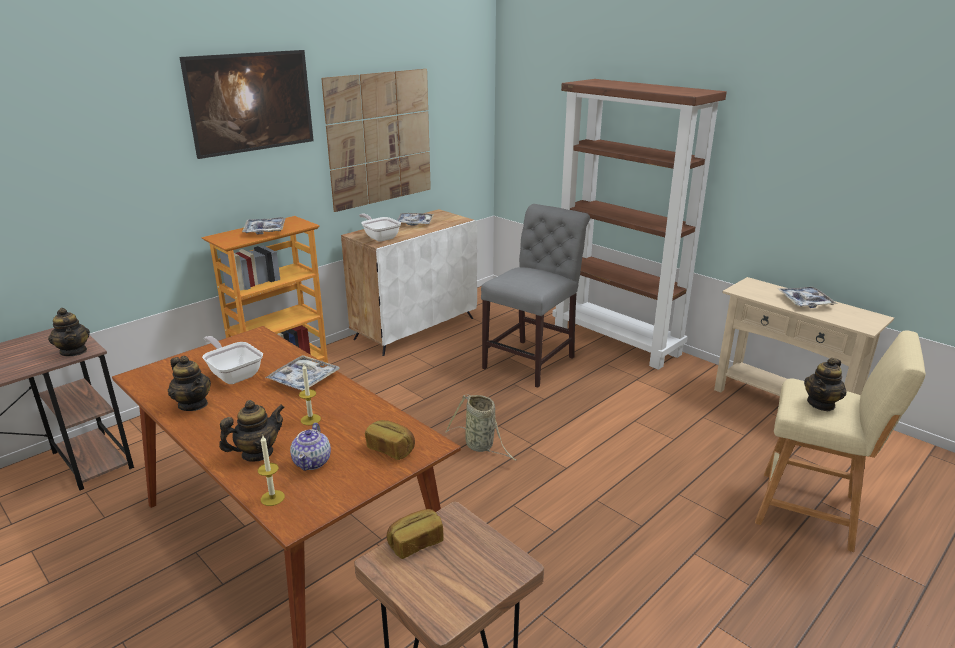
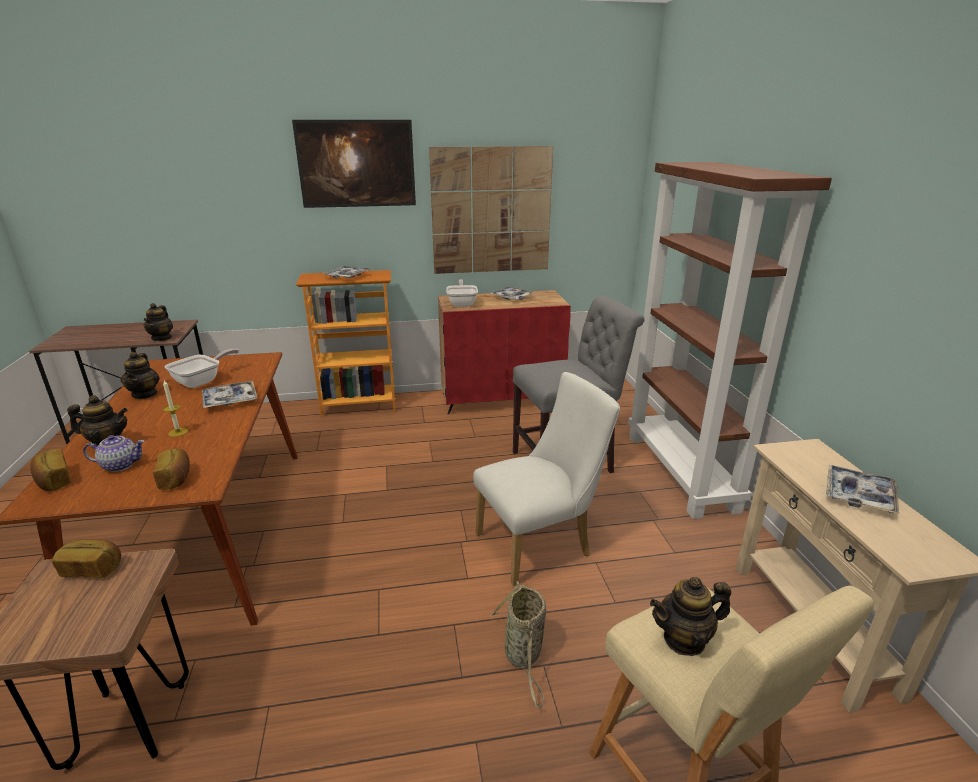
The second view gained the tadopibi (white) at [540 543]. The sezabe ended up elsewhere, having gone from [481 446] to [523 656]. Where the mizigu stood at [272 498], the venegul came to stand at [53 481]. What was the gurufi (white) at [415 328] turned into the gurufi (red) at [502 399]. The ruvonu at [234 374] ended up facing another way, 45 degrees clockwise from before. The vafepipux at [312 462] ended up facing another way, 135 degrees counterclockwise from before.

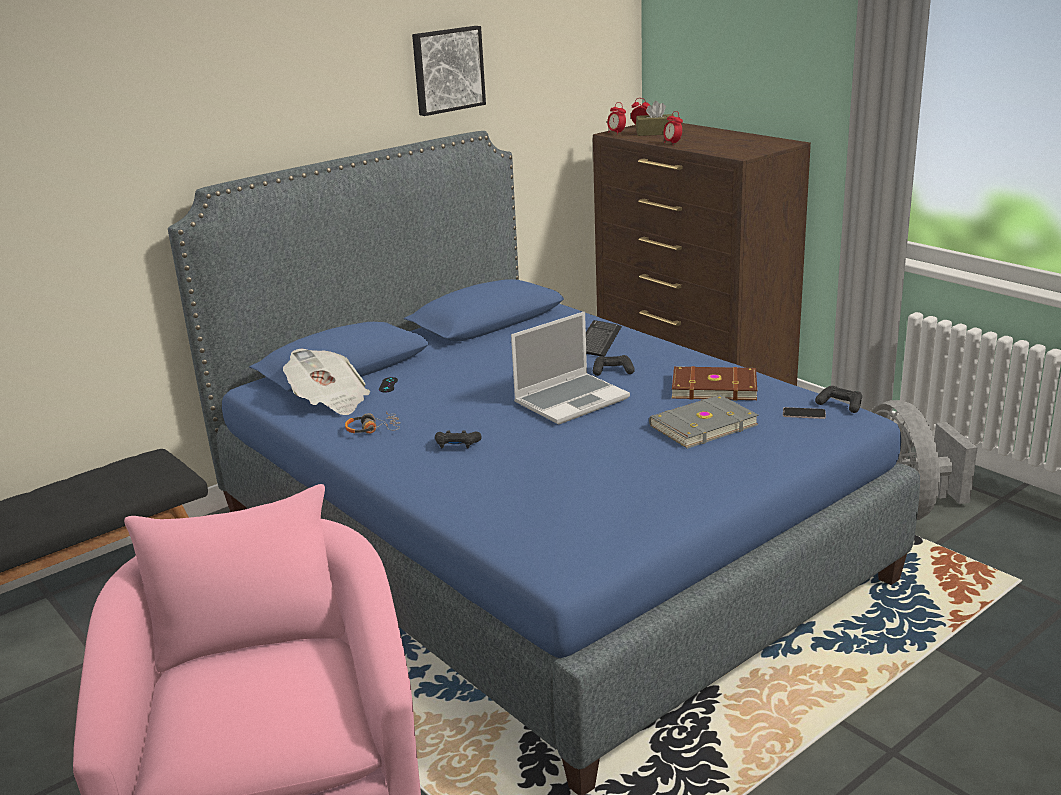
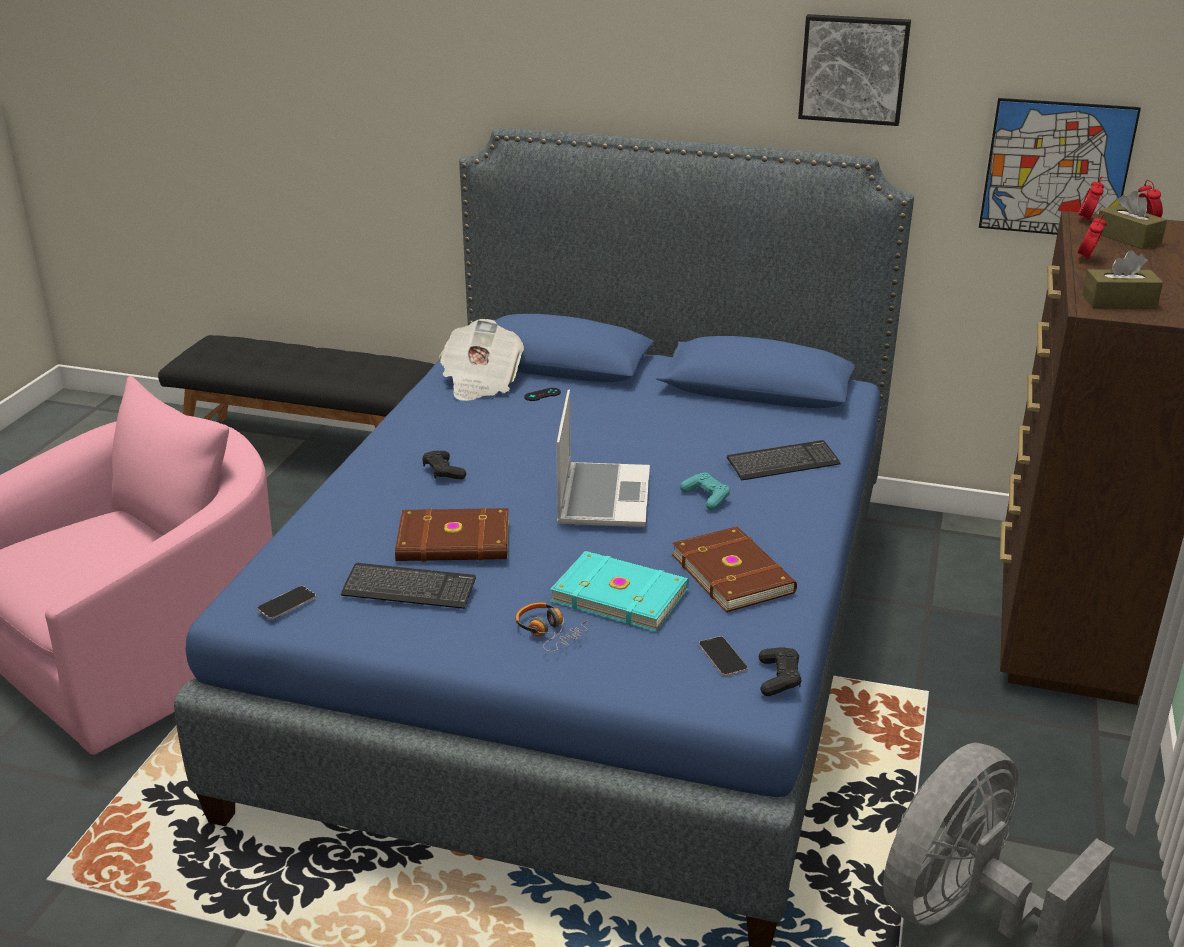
The second view gained the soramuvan at [287 603]. The second view gained the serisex at [409 589]. The second view gained the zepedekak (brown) at [454 542]. The second view gained the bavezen at [1056 169]. The second view gained the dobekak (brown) at [1119 302]. The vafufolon ended up elsewhere, having gone from [373 429] to [549 632]. What was the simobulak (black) at [613 371] turned into the simobulak (turquoise) at [706 497]. What was the zepedekak (grey) at [701 425] turned into the zepedekak (turquoise) at [620 594]. The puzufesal at [571 400] ended up facing another way, 105 degrees counterclockwise from before.

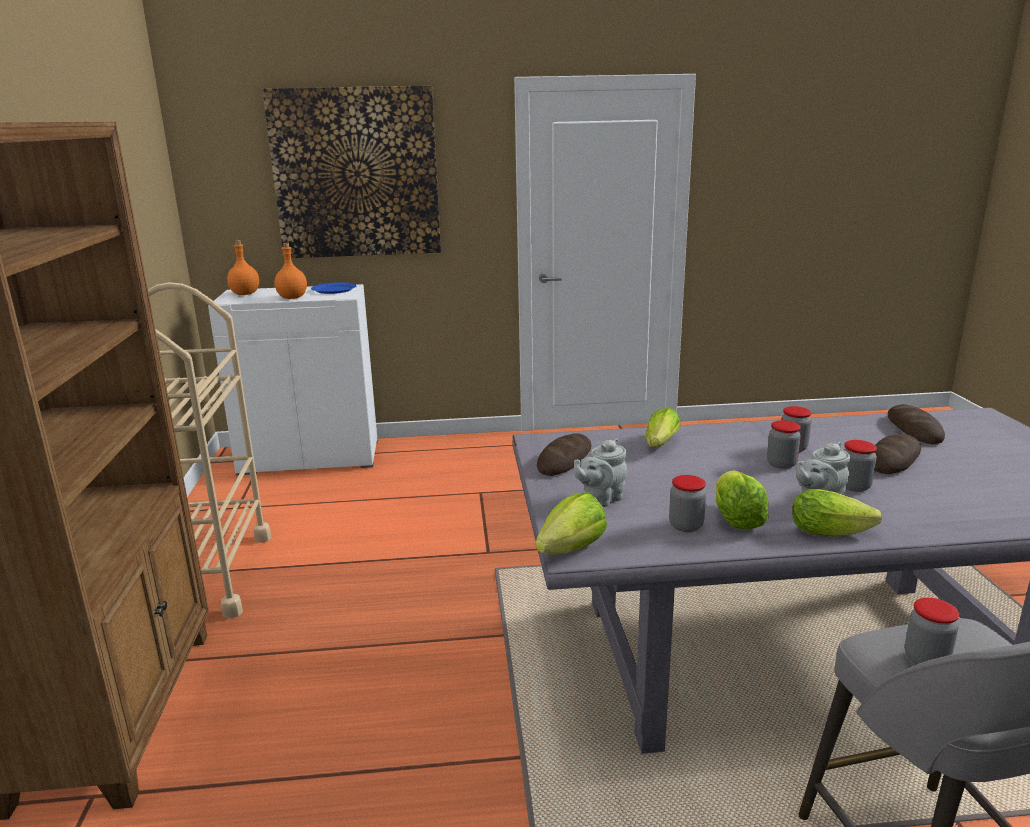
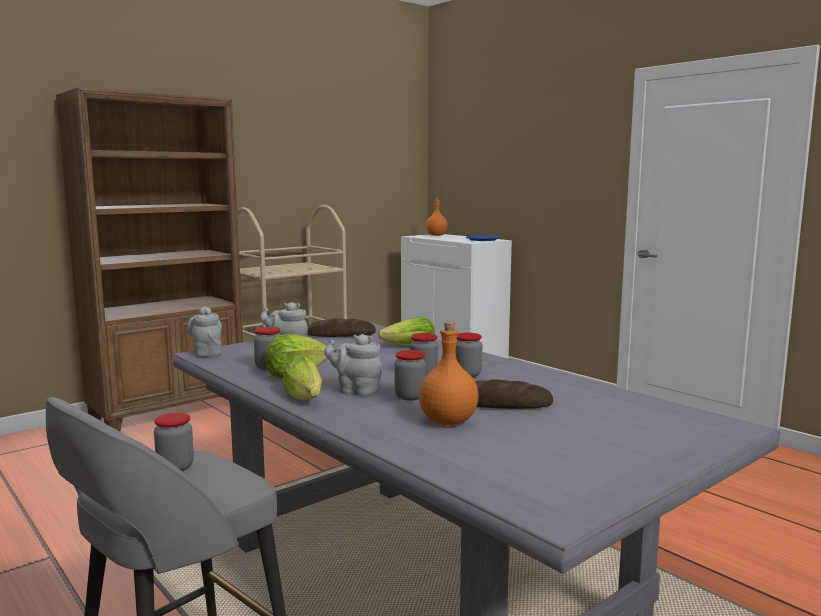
The second view lost the bavezen at [356 173]. The second view lost the venegul at [914 429]. The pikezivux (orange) ended up elsewhere, having gone from [292 297] to [449 421]. Where the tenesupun stood at [572 549], the vafepipux (grey) came to stand at [207 352].

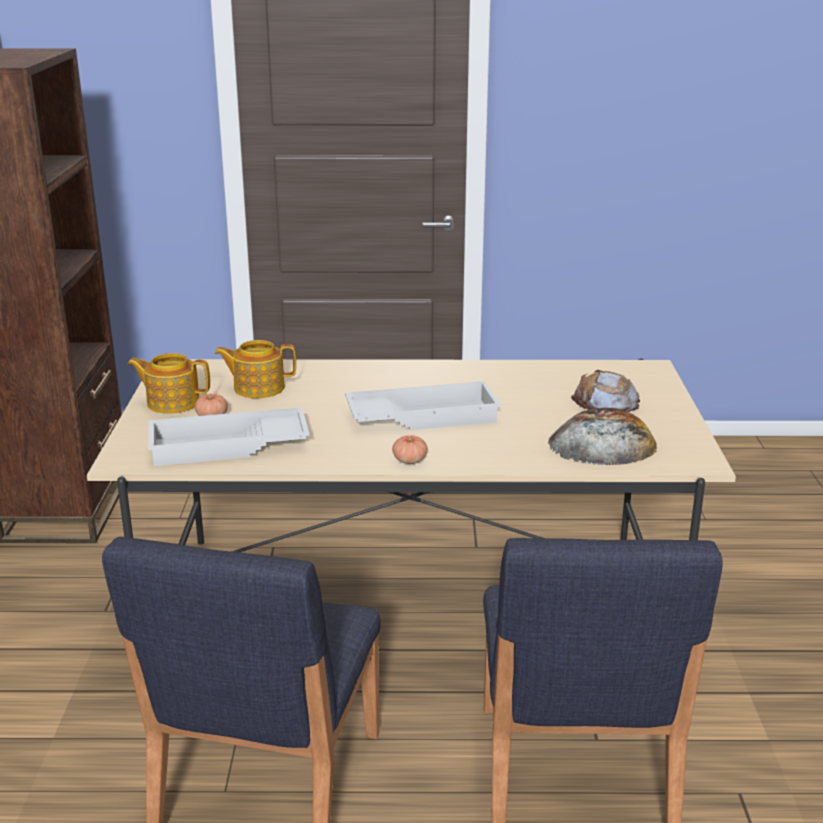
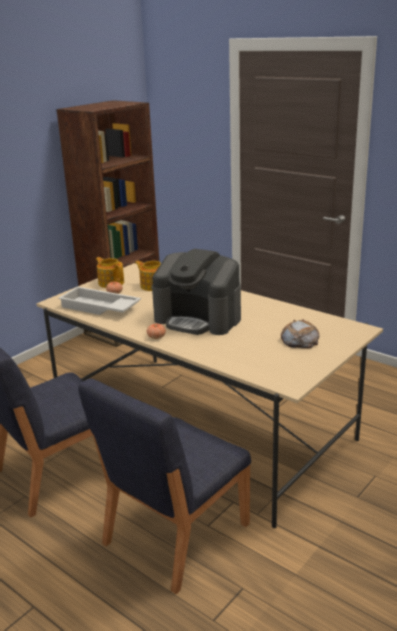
The second view lost the venegul at [603 443]. Where the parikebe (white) stood at [423 416], the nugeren came to stand at [198 319].

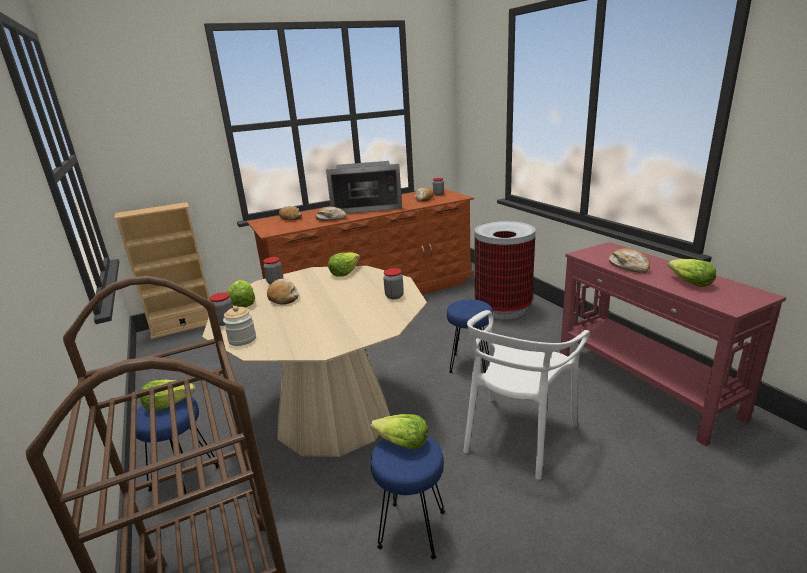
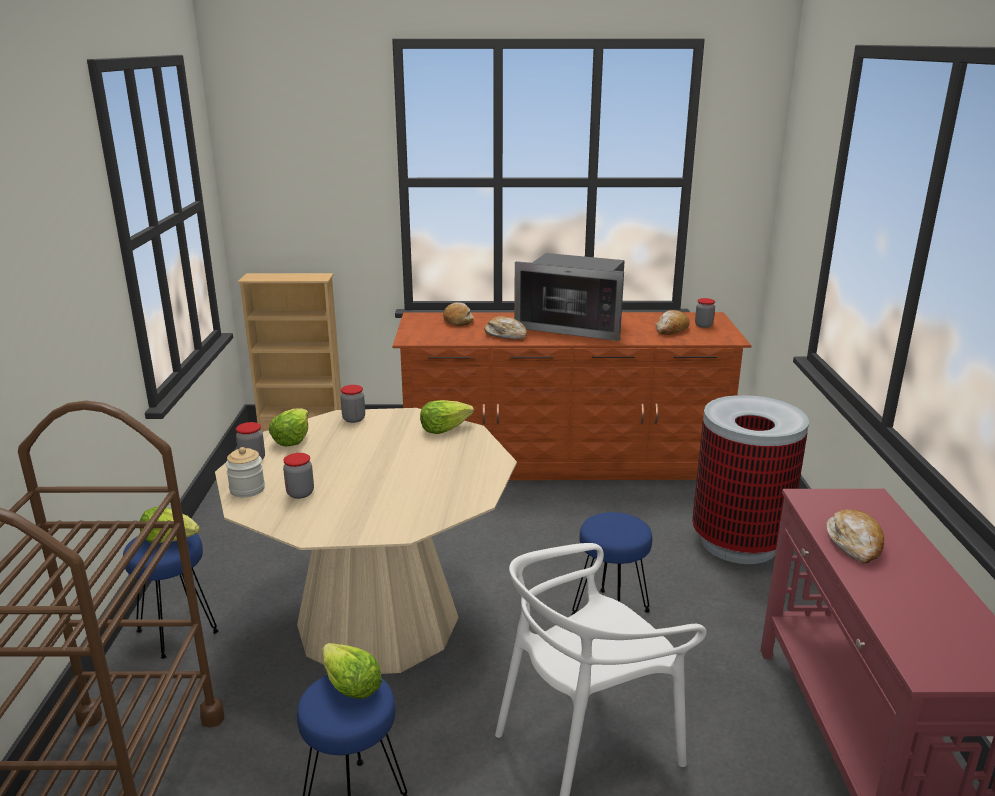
The second view lost the venegul at [283 297]. The second view lost the tenesupun at [689 283]. The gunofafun ended up elsewhere, having gone from [394 296] to [300 493].

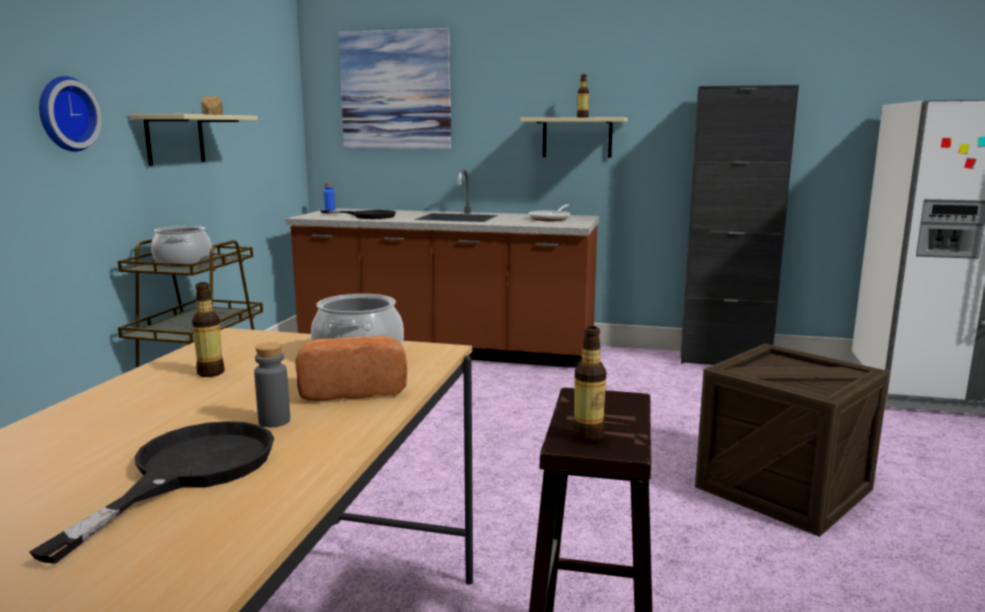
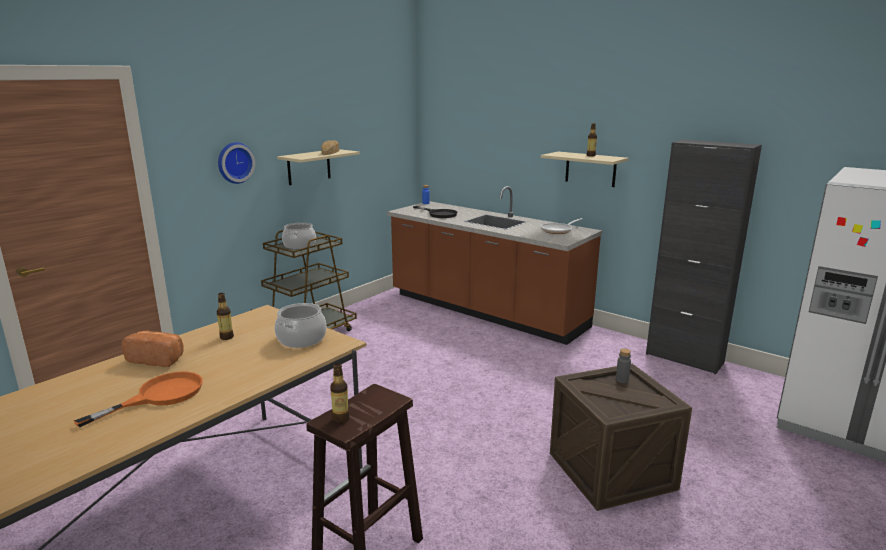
The second view lost the bavezen at [396 91]. The pikezivux (grey) ended up elsewhere, having gone from [274 421] to [622 380]. The venegul ended up elsewhere, having gone from [353 390] to [158 359]. What was the ruvonu (black) at [189 472] turned into the ruvonu (orange) at [159 396].

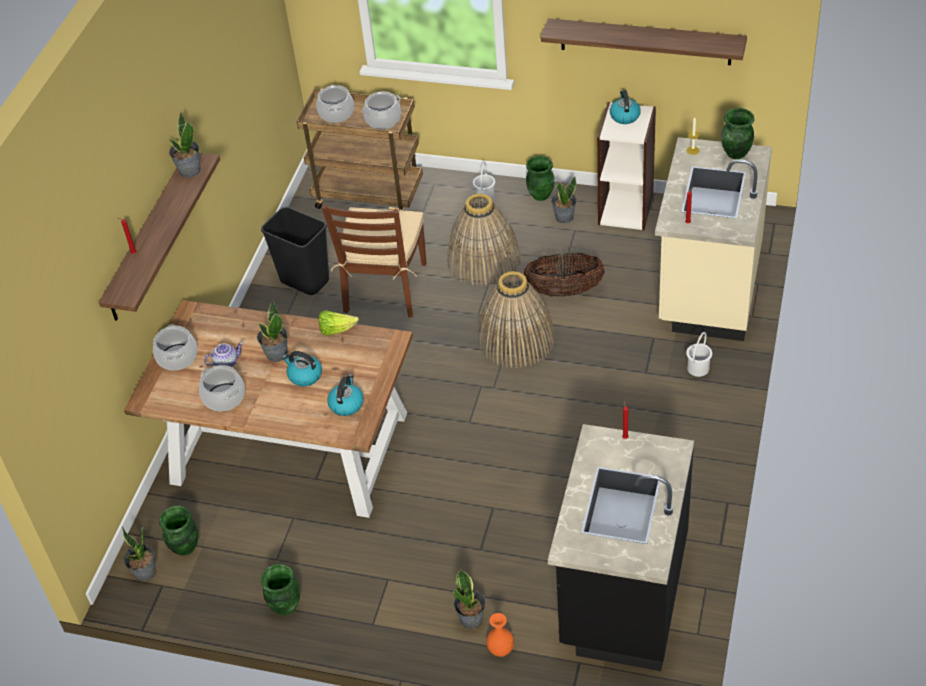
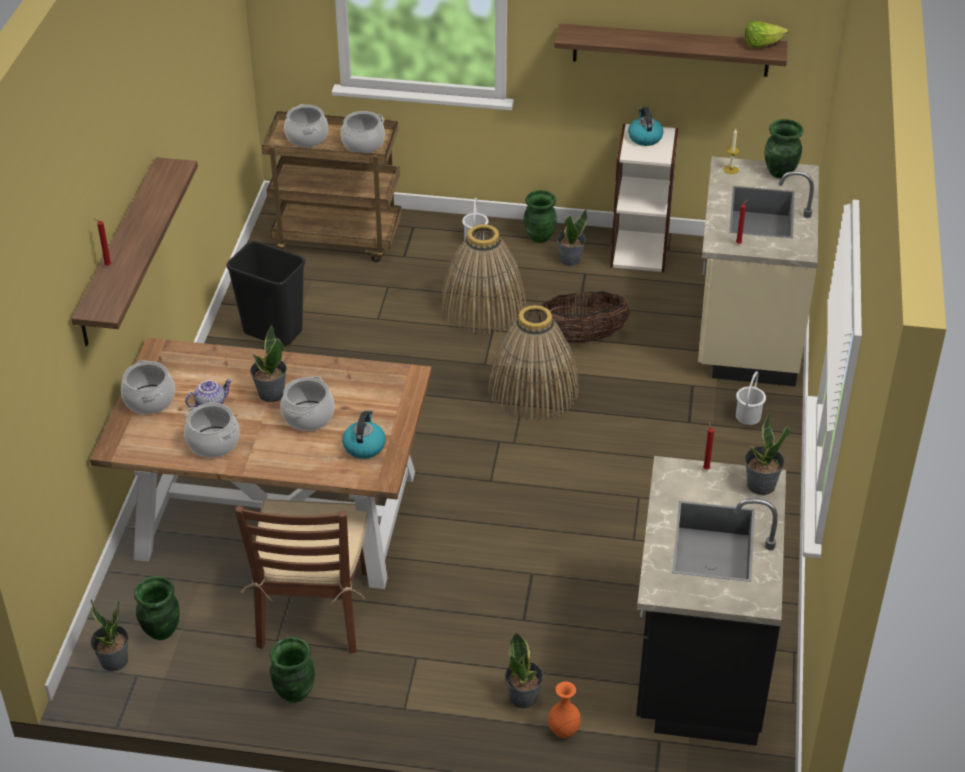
The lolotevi ended up elsewhere, having gone from [189 171] to [760 485]. The tenesupun ended up elsewhere, having gone from [336 330] to [761 44]. The tadopibi (brown) ended up elsewhere, having gone from [385 288] to [313 610]. Where the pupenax stood at [304 376], the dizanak came to stand at [308 416].

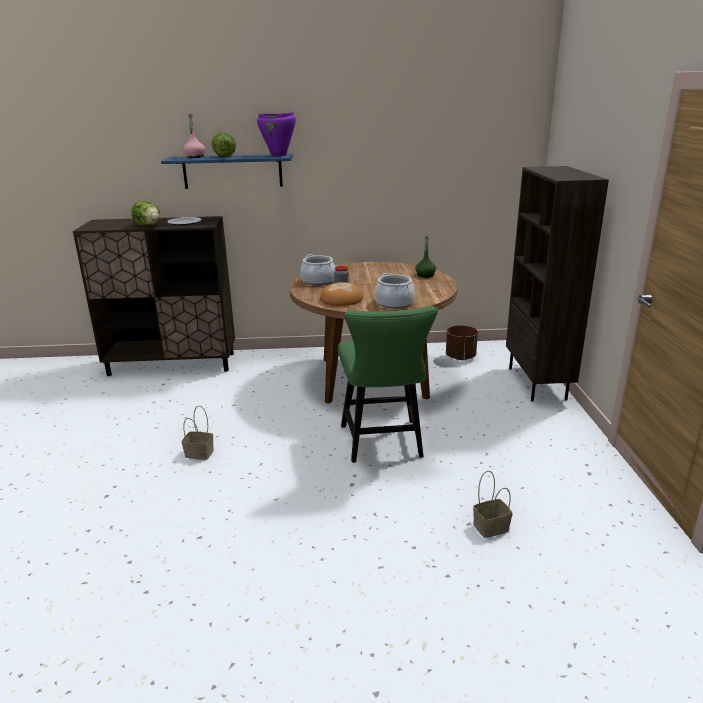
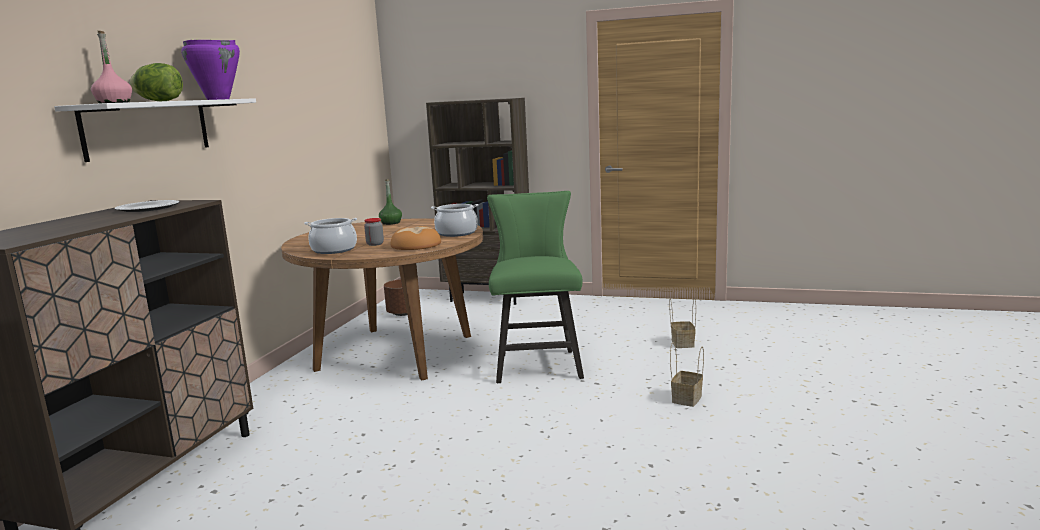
The second view lost the tenesupun at [148 226]. The sezabe ended up elsewhere, having gone from [200 453] to [686 398]. What was the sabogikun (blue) at [232 171] turned into the sabogikun (white) at [148 128]. The tadopibi (green) at [383 444] ended up facing another way, 105 degrees counterclockwise from before.

